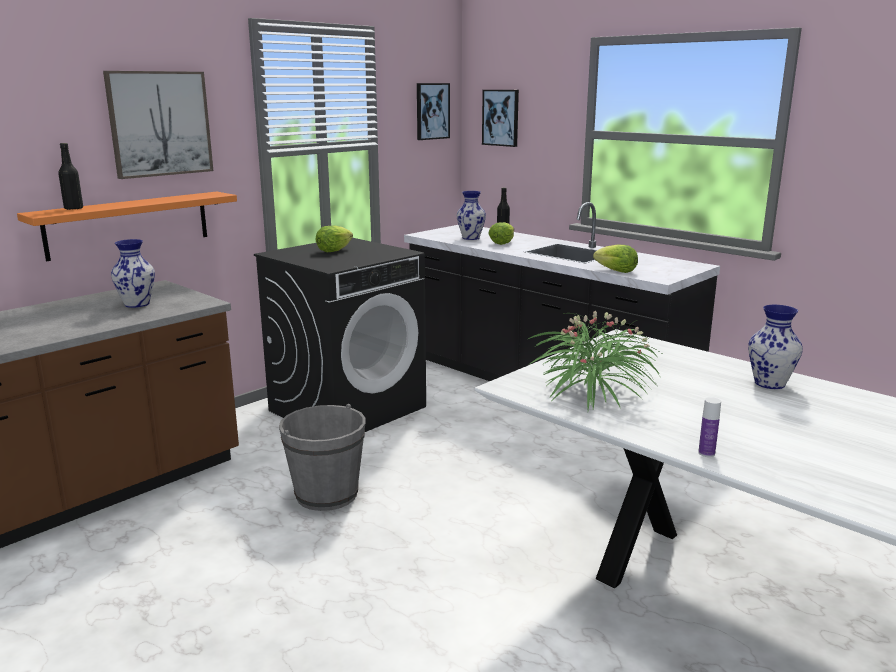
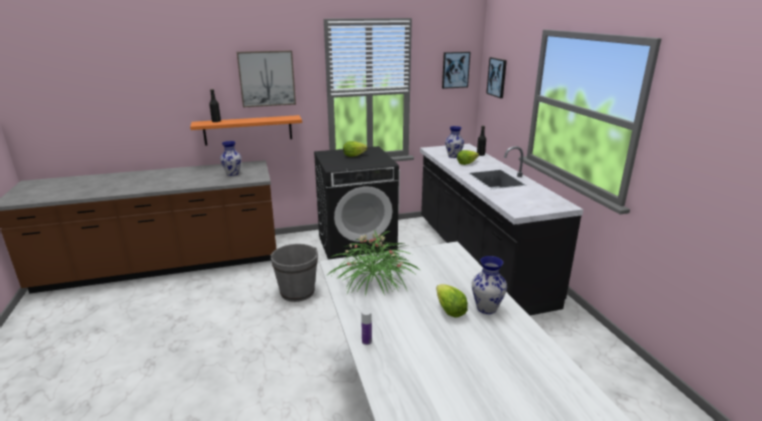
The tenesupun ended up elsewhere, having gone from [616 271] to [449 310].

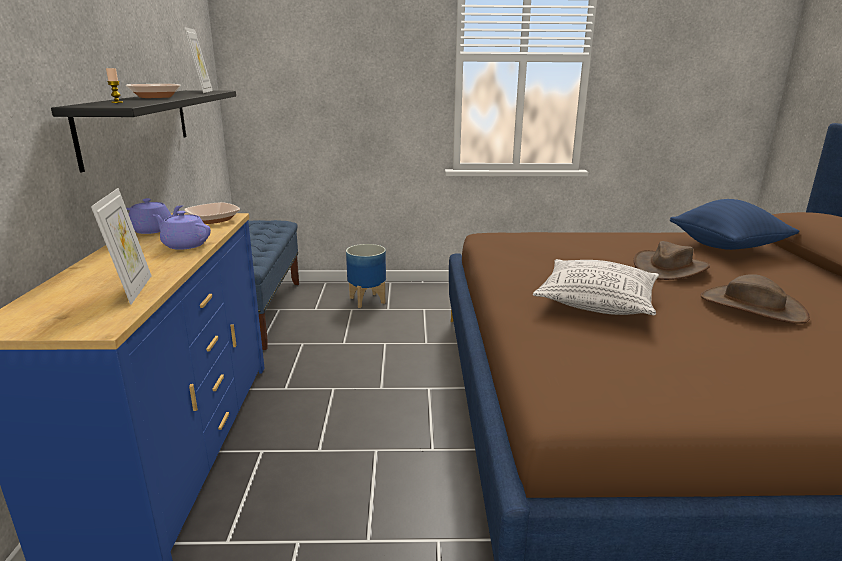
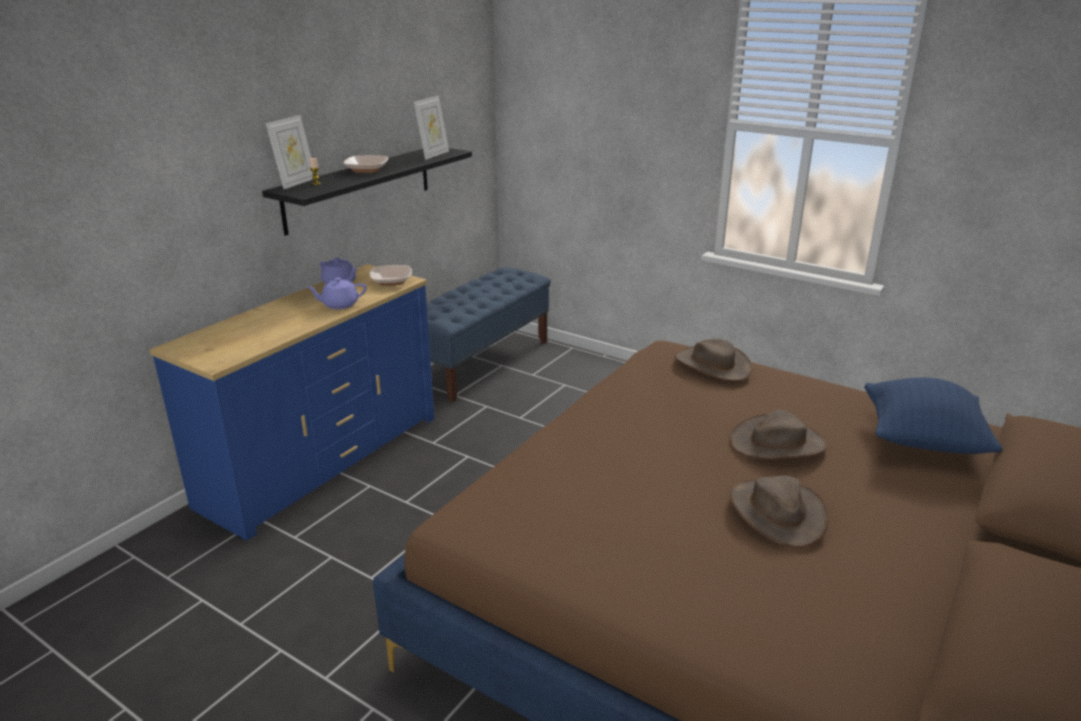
The second view lost the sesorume at [367 300]. The second view lost the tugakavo at [596 302]. The second view gained the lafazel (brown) at [712 365]. The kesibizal ended up elsewhere, having gone from [133 290] to [296 183]. The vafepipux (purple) at [184 245] ended up facing another way, 75 degrees counterclockwise from before.

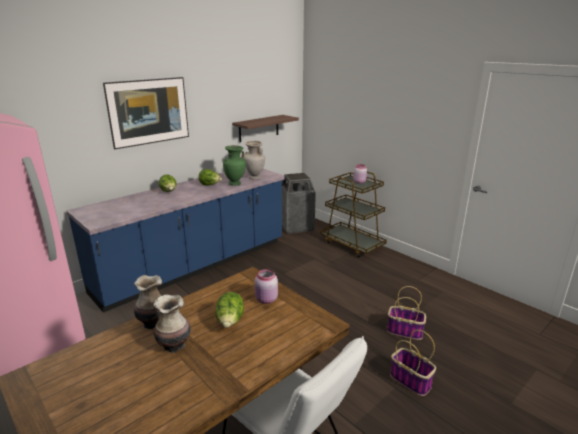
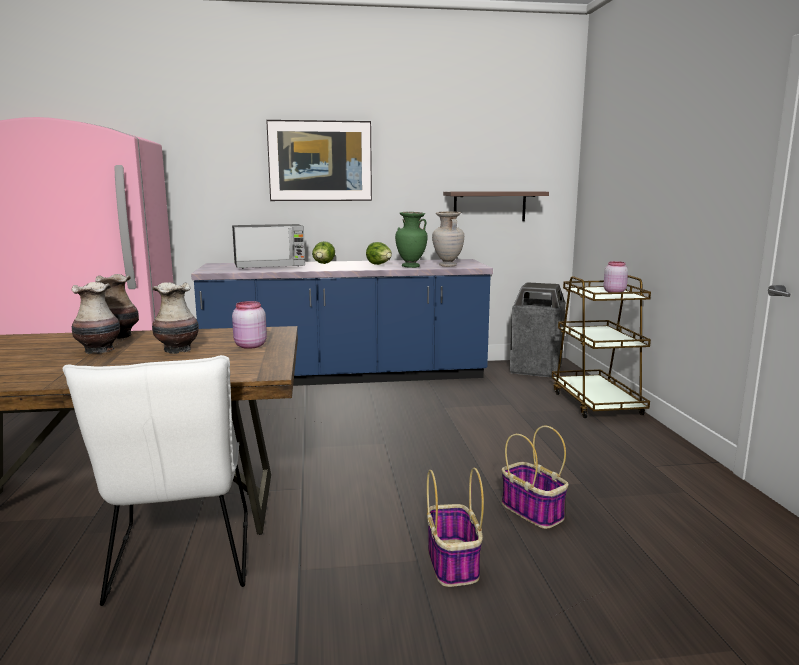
The second view gained the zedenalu at [270 266]. Where the tenesupun stood at [230 322], the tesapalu came to stand at [178 350].

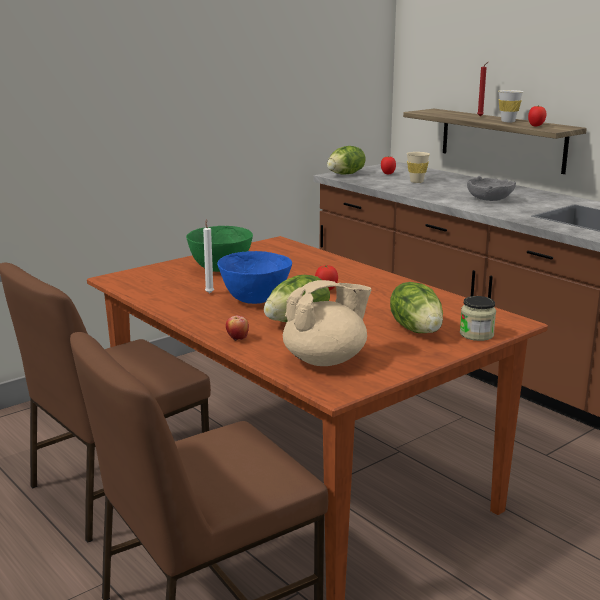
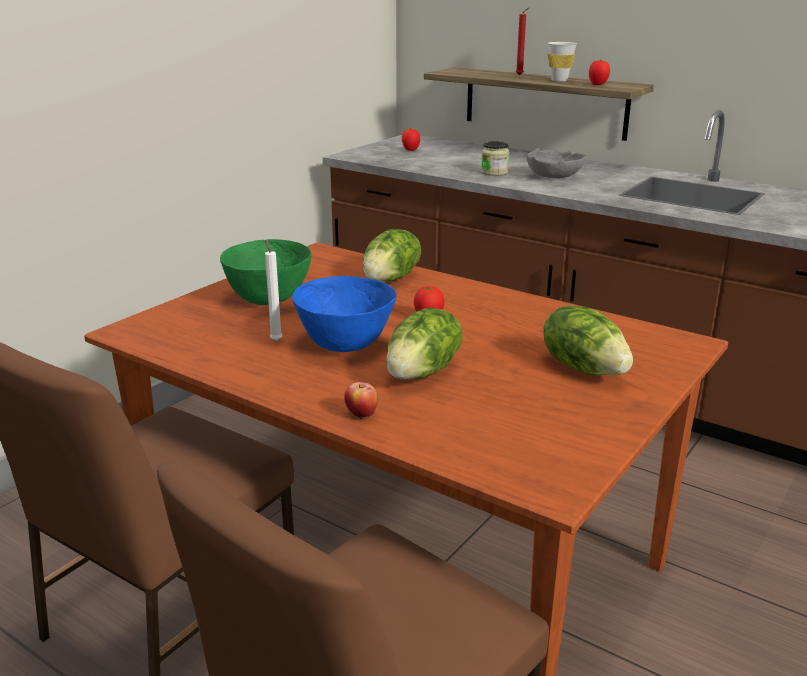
The second view lost the vafepipux (beige) at [326 360]. The second view lost the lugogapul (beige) at [416 182]. The tenesupun ended up elsewhere, having gone from [346 174] to [391 279]. The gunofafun ended up elsewhere, having gone from [476 334] to [494 172].

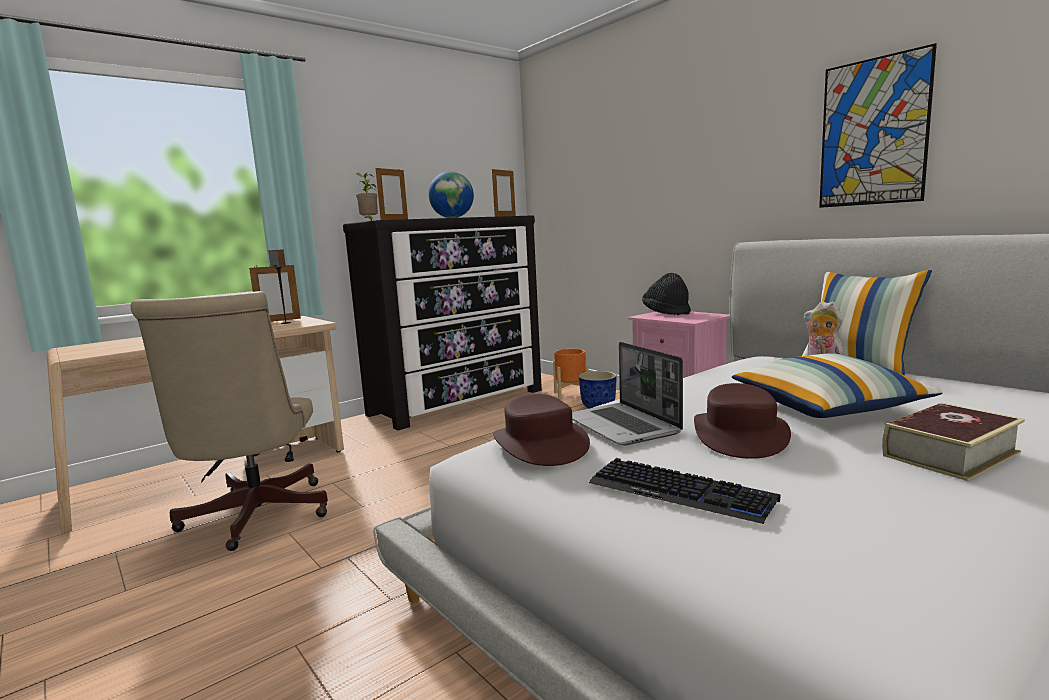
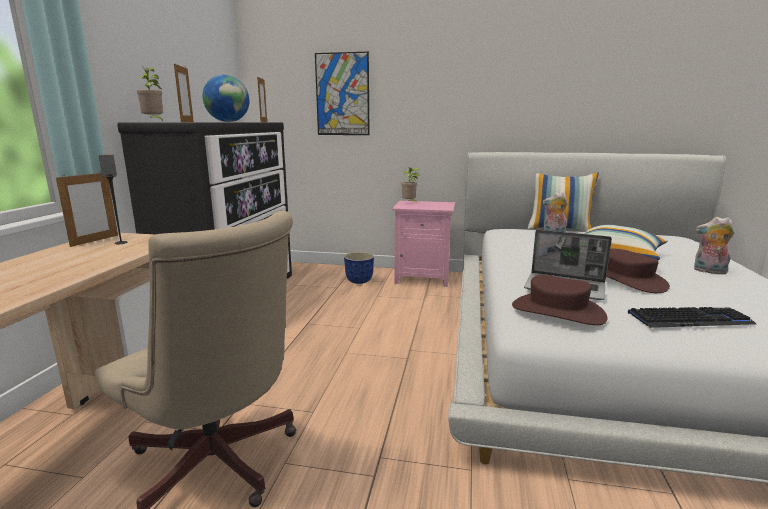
The second view lost the sesorume (orange) at [571 394]. The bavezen ended up elsewhere, having gone from [873 132] to [342 94]. Where the lafazel (black) stood at [666 313], the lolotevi came to stand at [409 203]. Where the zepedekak stood at [950 454], the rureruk came to stand at [709 271].

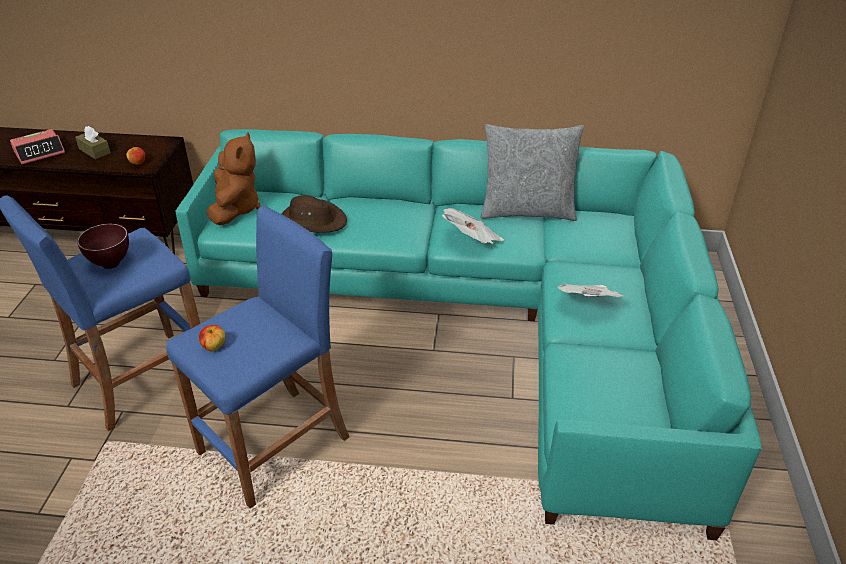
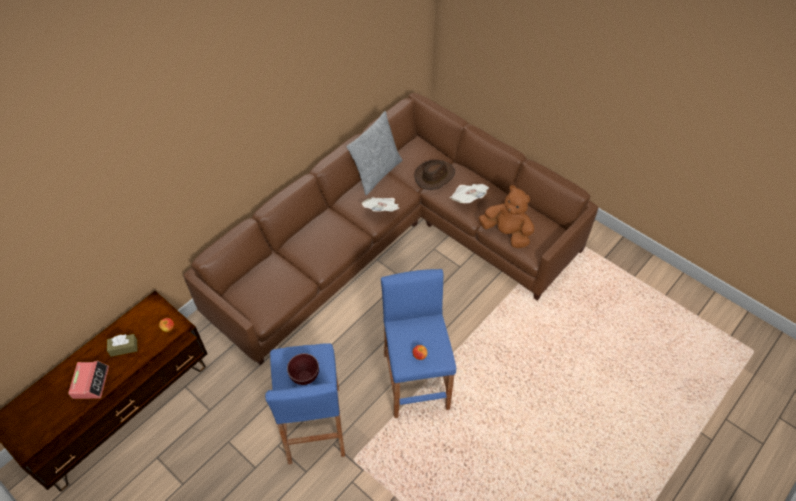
The rureruk (brown) ended up elsewhere, having gone from [235 209] to [506 233]. The lafazel (brown) ended up elsewhere, having gone from [312 221] to [434 176]. What was the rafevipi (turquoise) at [484 315] turned into the rafevipi (brown) at [395 241].

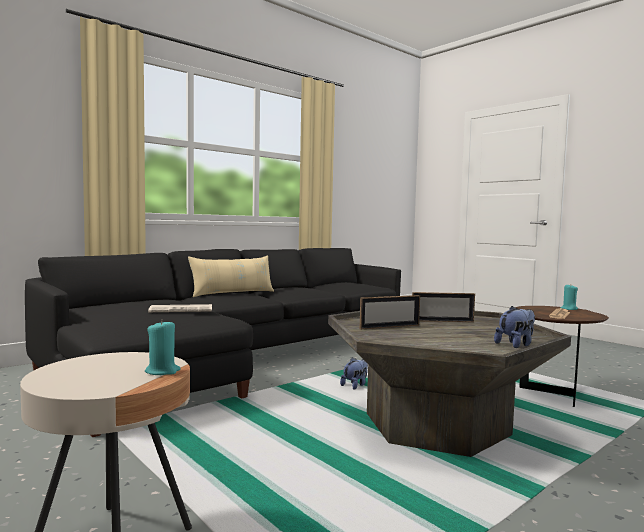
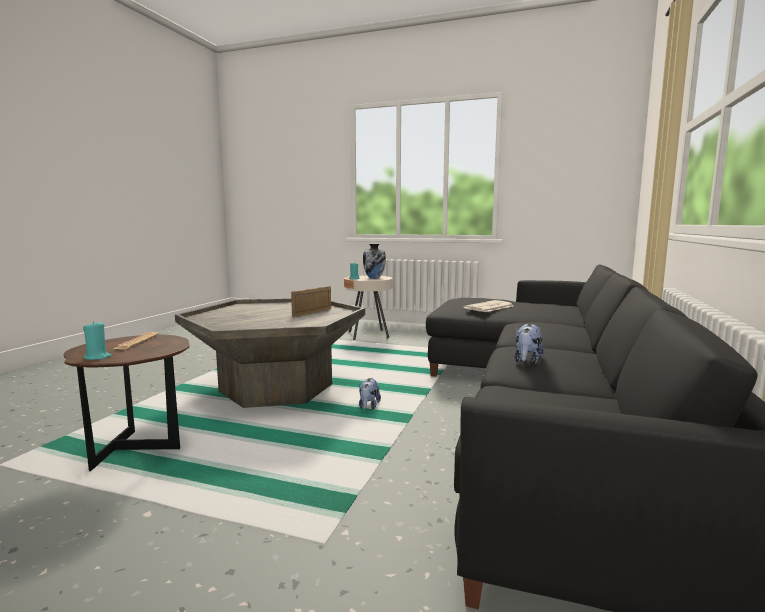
The second view lost the tugakavo (beige) at [232 293]. The second view lost the kesibizal at [442 321]. The second view gained the tesapalu at [374 278]. The rureruk ended up elsewhere, having gone from [516 345] to [526 361].

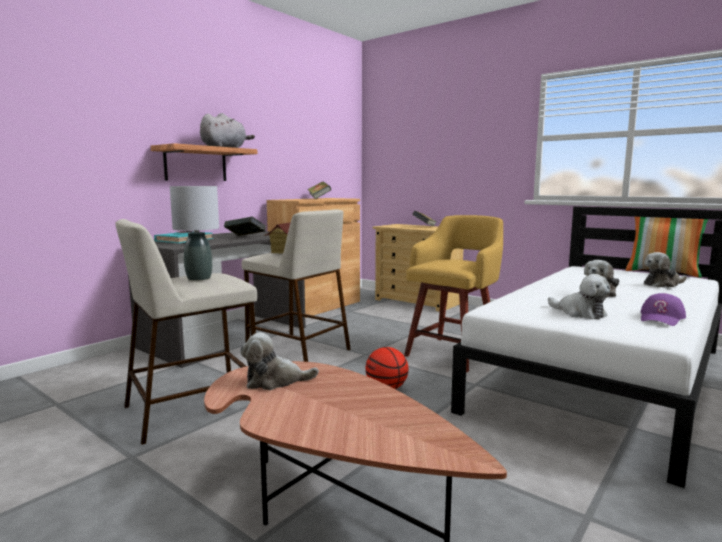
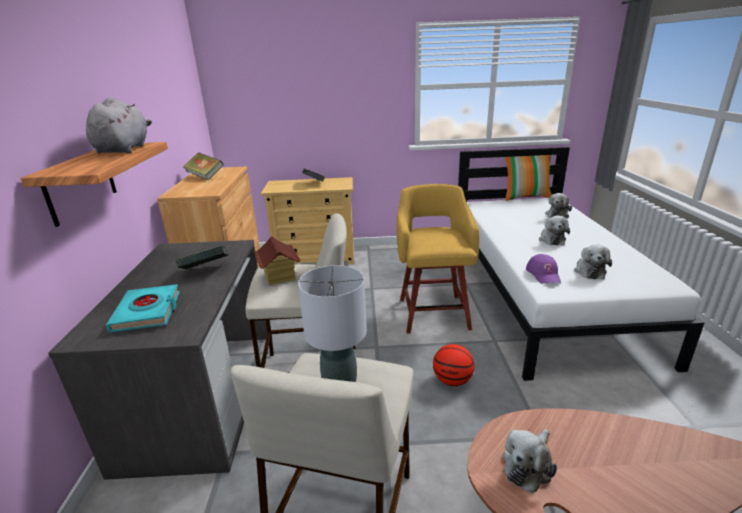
The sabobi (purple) ended up elsewhere, having gone from [661 318] to [543 274]. The rureruk at [579 313] ended up facing another way, 90 degrees clockwise from before.

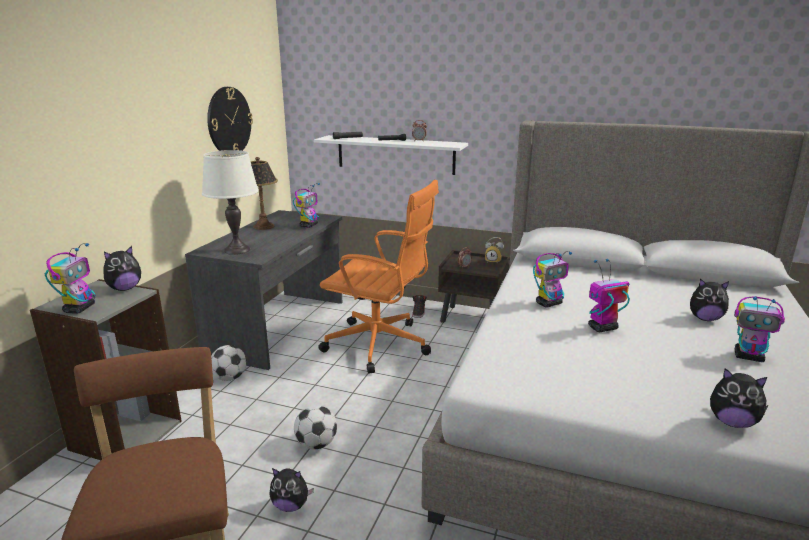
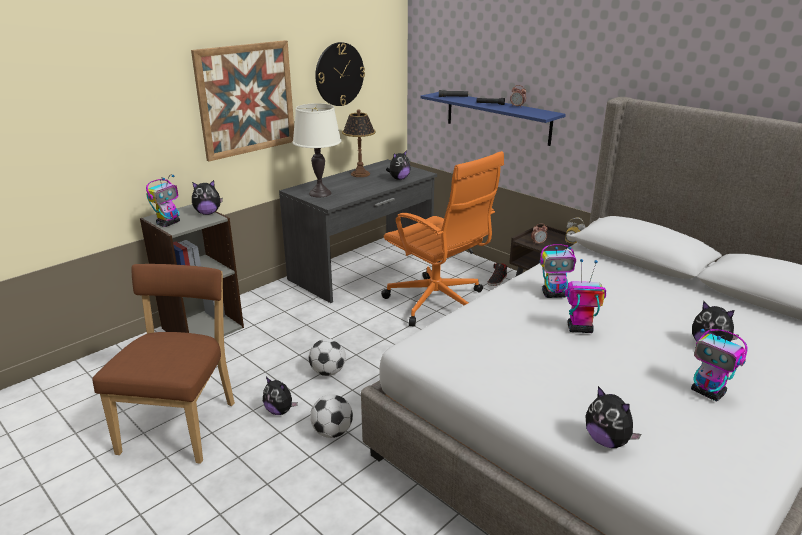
The second view gained the bavezen at [246 99]. The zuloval ended up elsewhere, having gone from [230 377] to [332 432]. Where the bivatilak stood at [309 225], the rureruk came to stand at [399 179]. What was the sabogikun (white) at [395 154] turned into the sabogikun (blue) at [497 117].

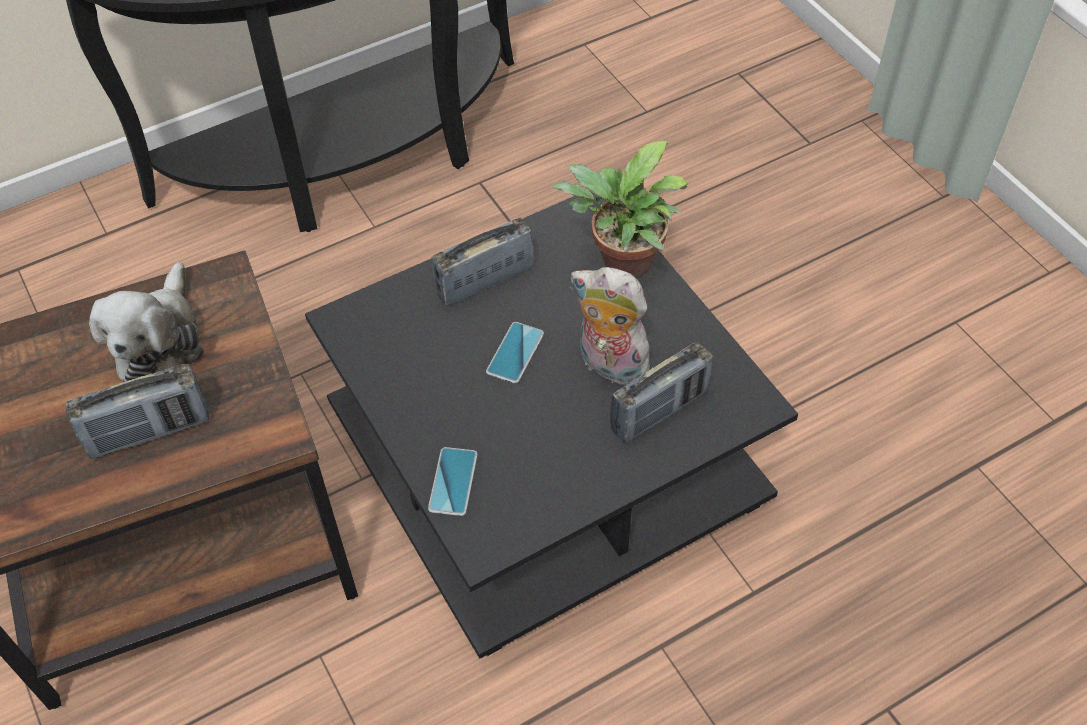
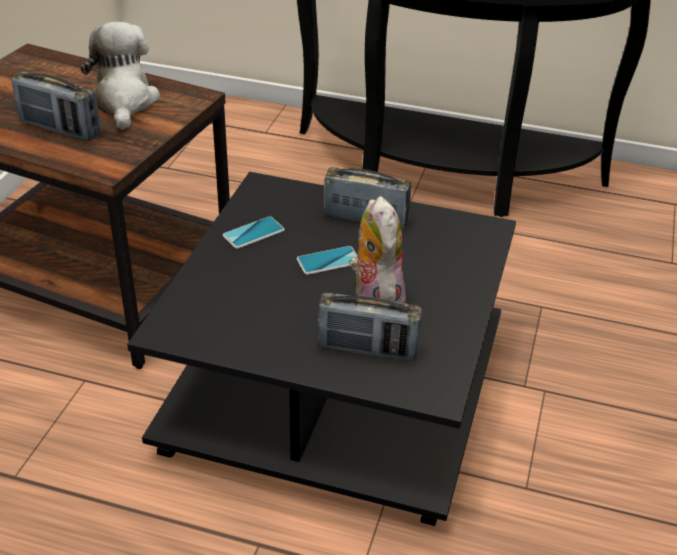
The second view lost the lolotevi at [622 265]. The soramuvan ended up elsewhere, having gone from [453 482] to [253 233]. The rureruk at [160 344] ended up facing another way, 120 degrees clockwise from before.

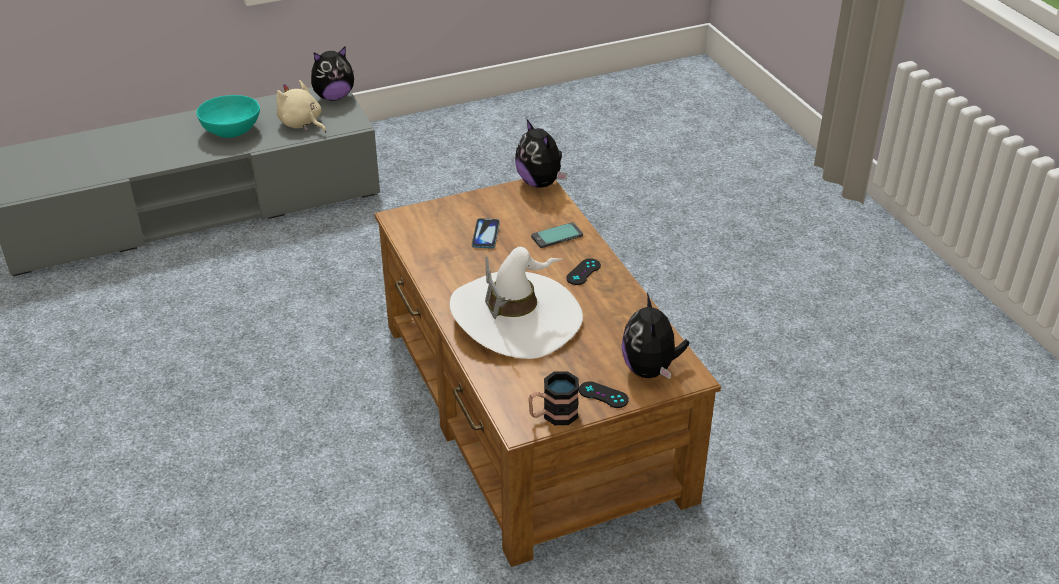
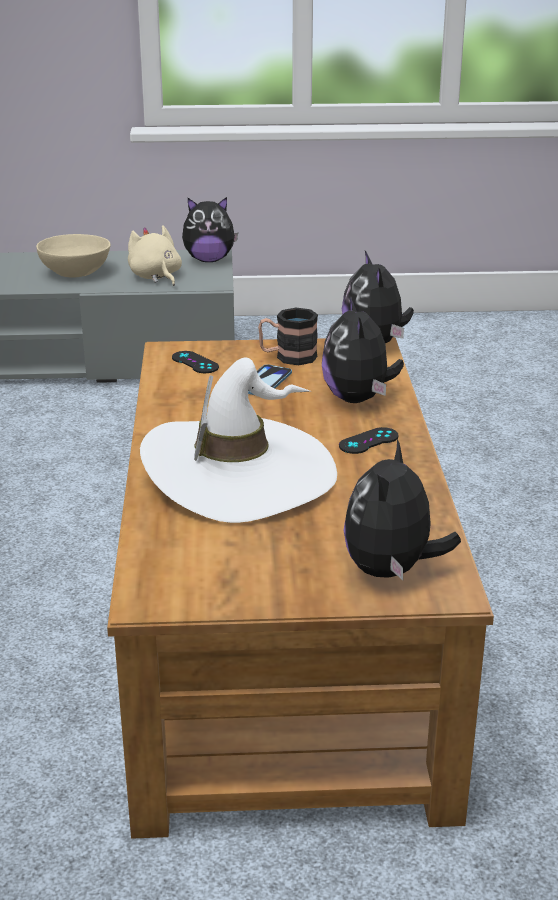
The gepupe ended up elsewhere, having gone from [553 415] to [288 357]. The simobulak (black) ended up elsewhere, having gone from [603 395] to [195 362]. Where the soramuvan stood at [557 236], the rureruk came to stand at [358 399]. What was the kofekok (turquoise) at [231 131] turned into the kofekok (beige) at [75 273].

